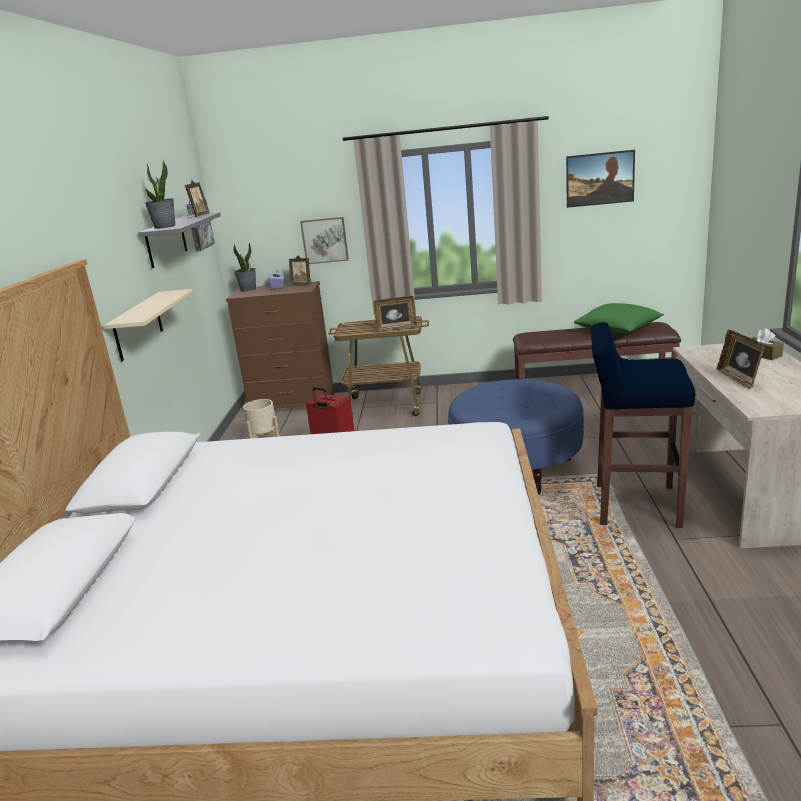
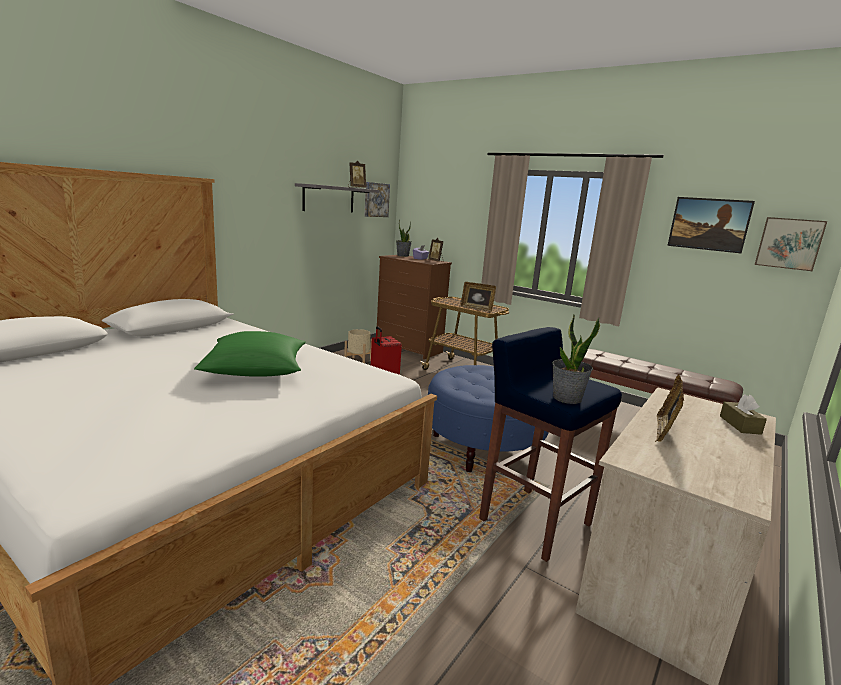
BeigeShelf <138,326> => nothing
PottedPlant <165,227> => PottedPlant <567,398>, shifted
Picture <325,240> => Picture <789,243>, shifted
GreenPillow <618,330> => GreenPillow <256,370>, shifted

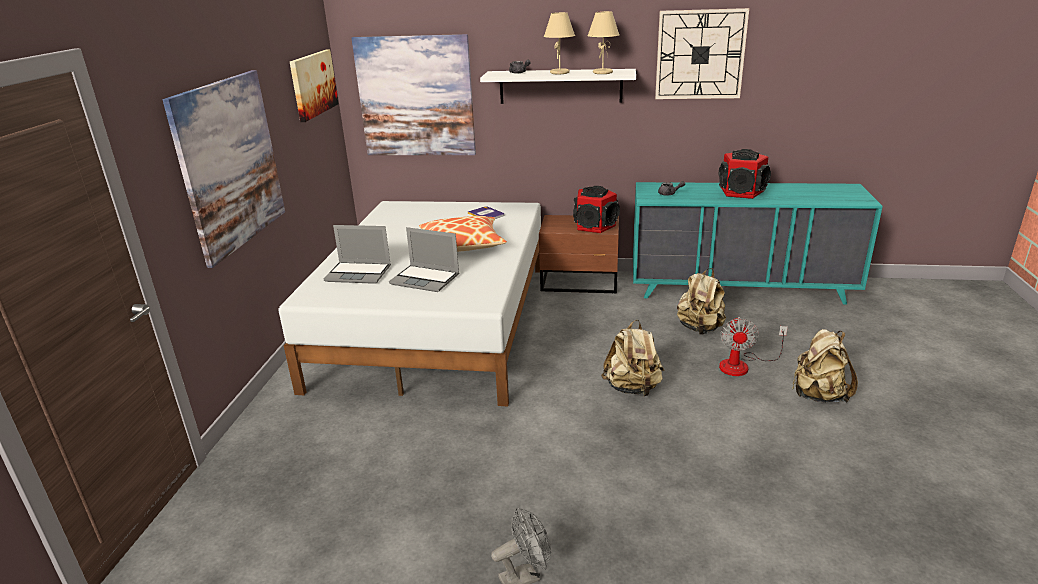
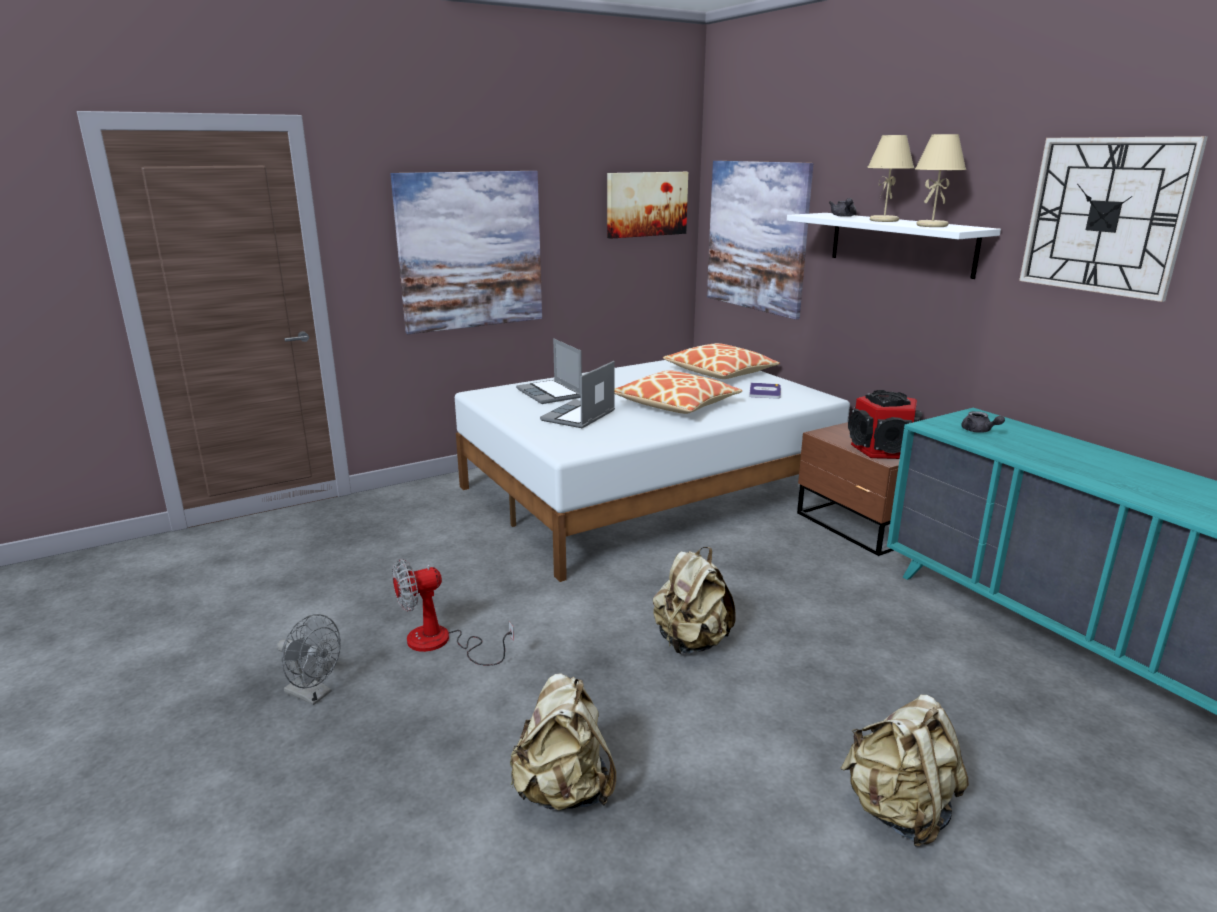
Laptop <426,279> => Laptop <579,416>, 45 degrees clockwise
BeigeBackpack <700,328> => BeigeBackpack <563,791>, shifted
Speaker <742,192> => nothing
Fan <742,365> => Fan <441,643>, shifted
nothing => Pillow <720,373>

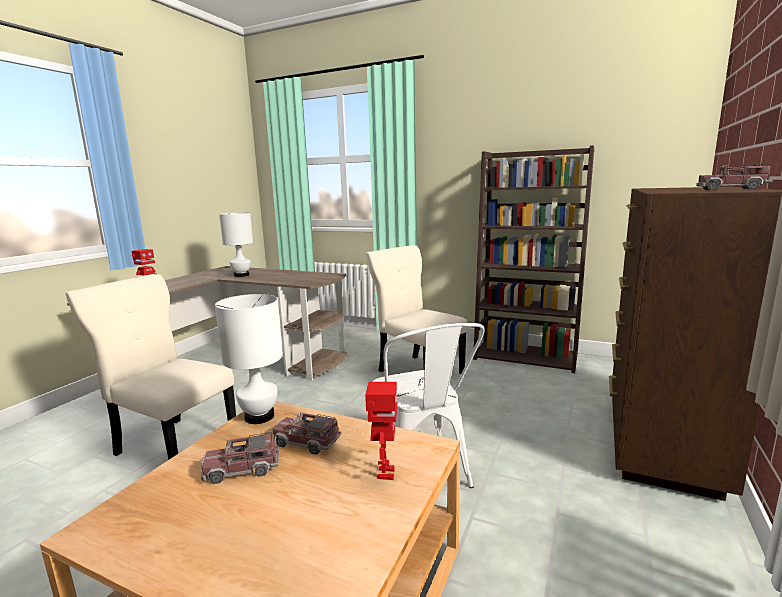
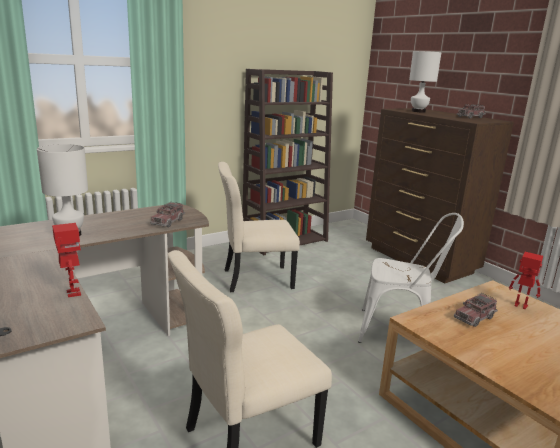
ToyTruck <242,469> => ToyTruck <168,221>, shifted
WhiteTableLamp <260,416> => WhiteTableLamp <418,111>, shifted

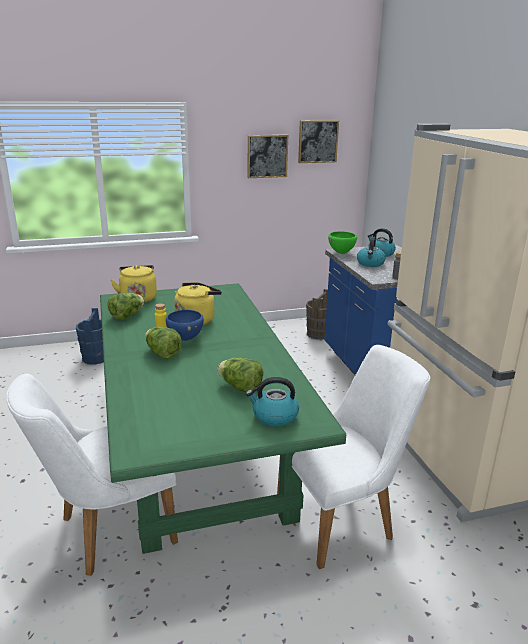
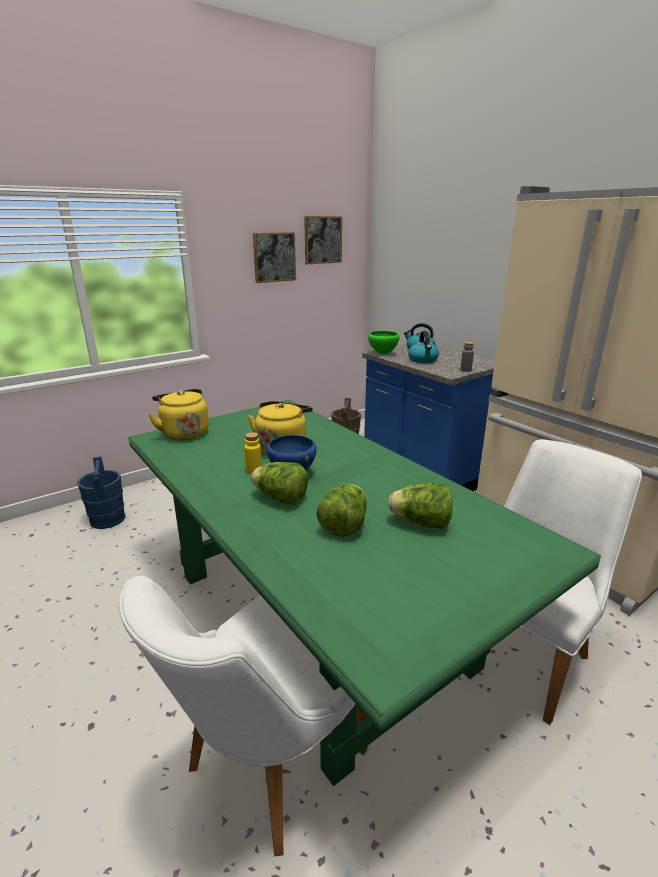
Lettuce <127,316> => Lettuce <344,525>, shifted
Kettle <274,416> => nothing

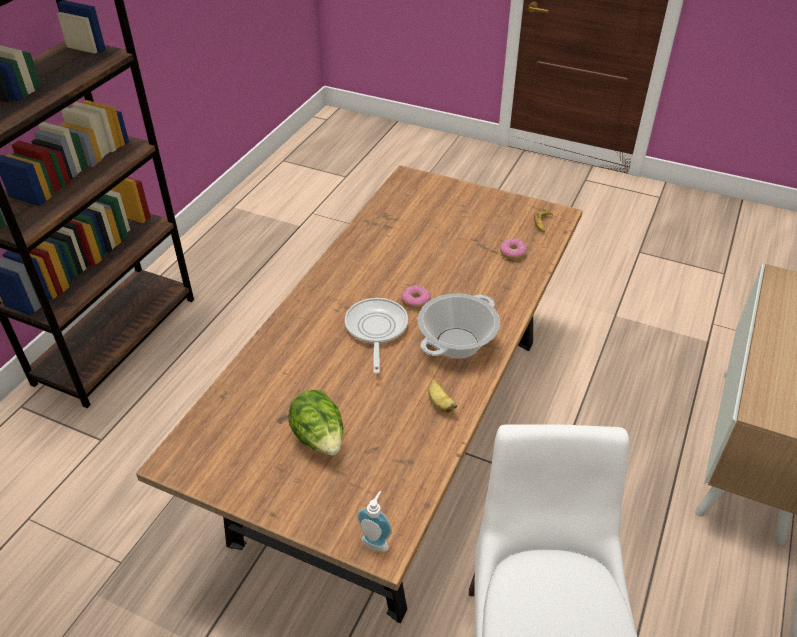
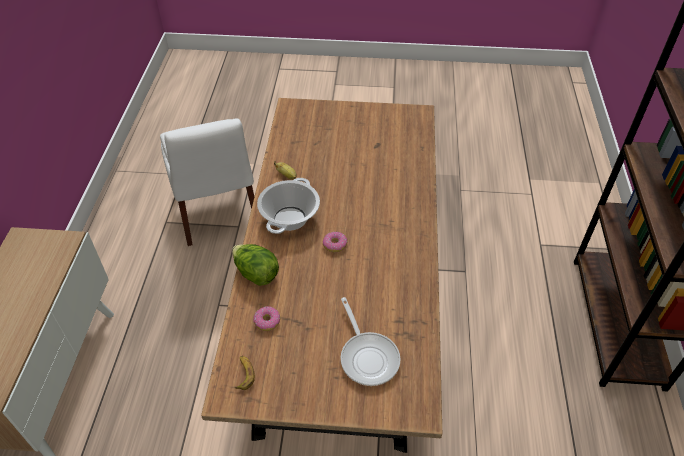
Lettuce <319,439> => Lettuce <256,274>, shifted
FryingPan <376,330> => FryingPan <368,357>, shifted
SoapDispenser <376,541> => nothing

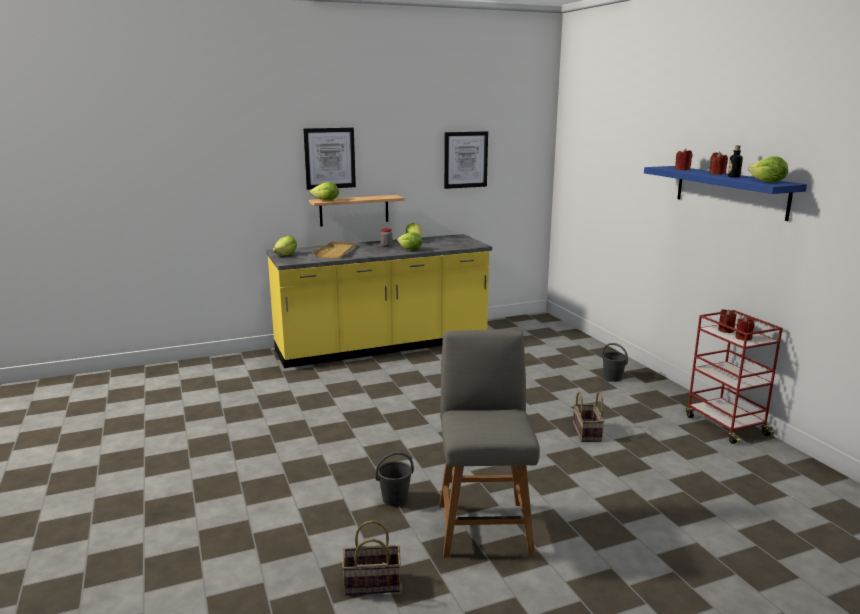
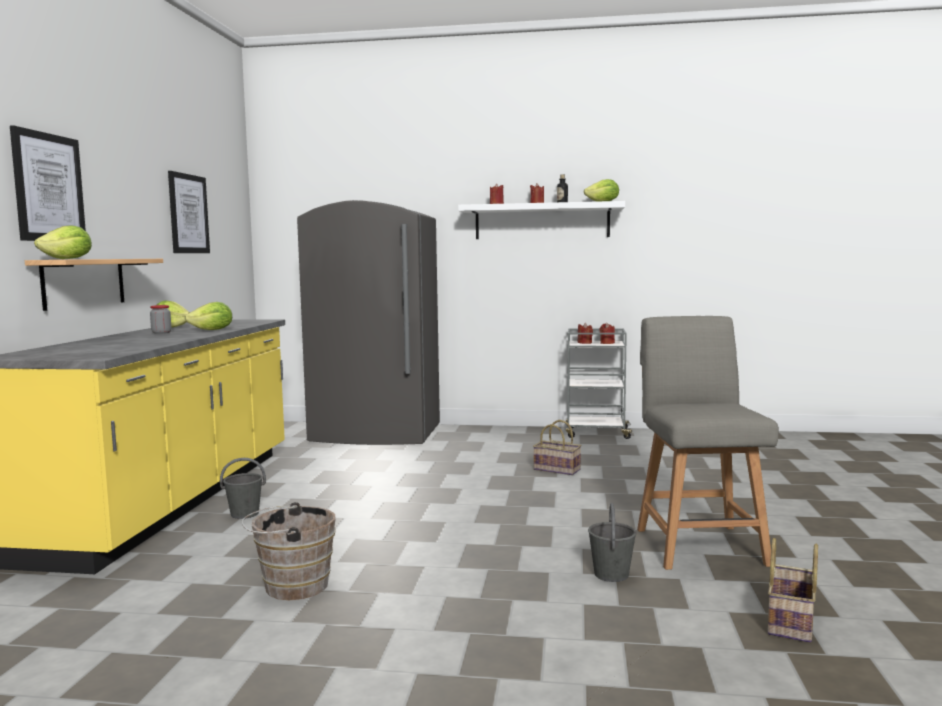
Lettuce <286,255> => nothing
BeigeTray <336,252> => nothing
GreyChair <483,525> => GreyChair <698,544>, 60 degrees clockwise
GreyBucket <612,378> => GreyBucket <244,514>, shifted
BlueShelf <730,191> => WhiteShelf <542,221>
RedCart <725,425> => GreyCart <596,433>
nothing => BrownBucket <291,586>
nothing => GreyFridge <376,434>

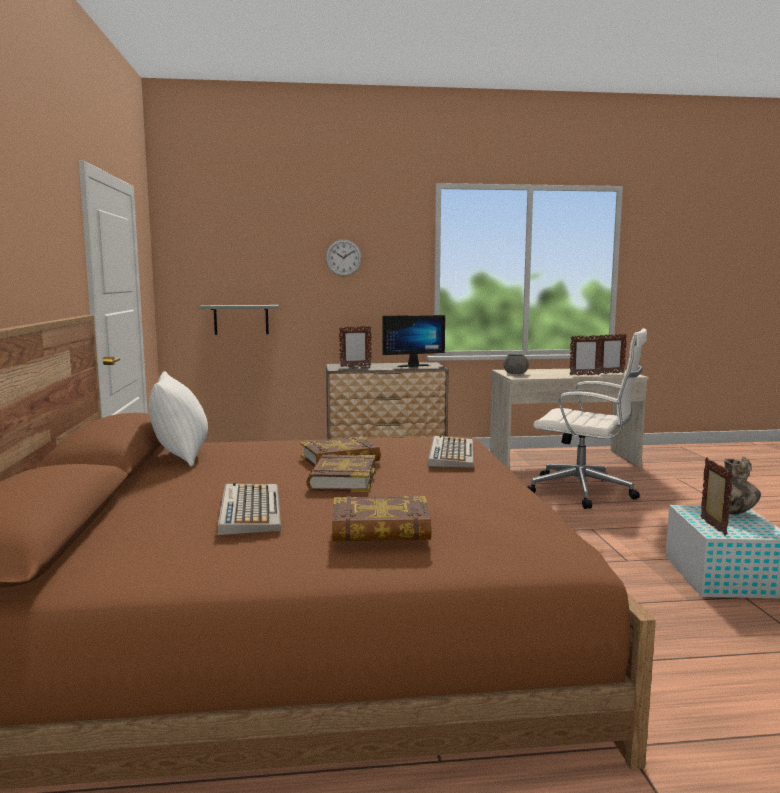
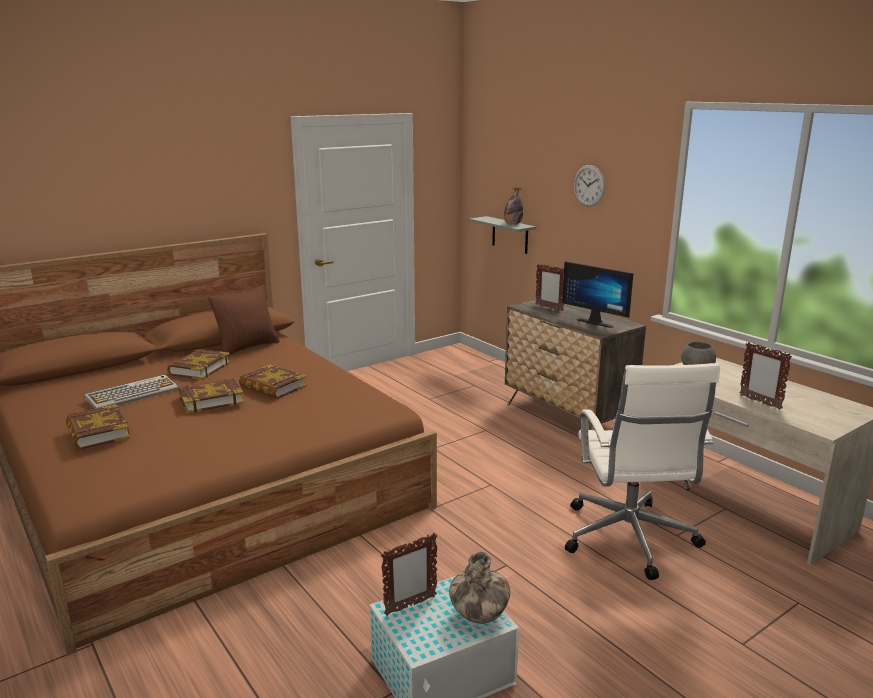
WhitePillow <181,456> => BrownPillow <247,347>
Keyboard <451,453> => nothing
PictureFrame <610,373> => nothing
nothing => Book <199,368>
nothing => Bottle <512,224>

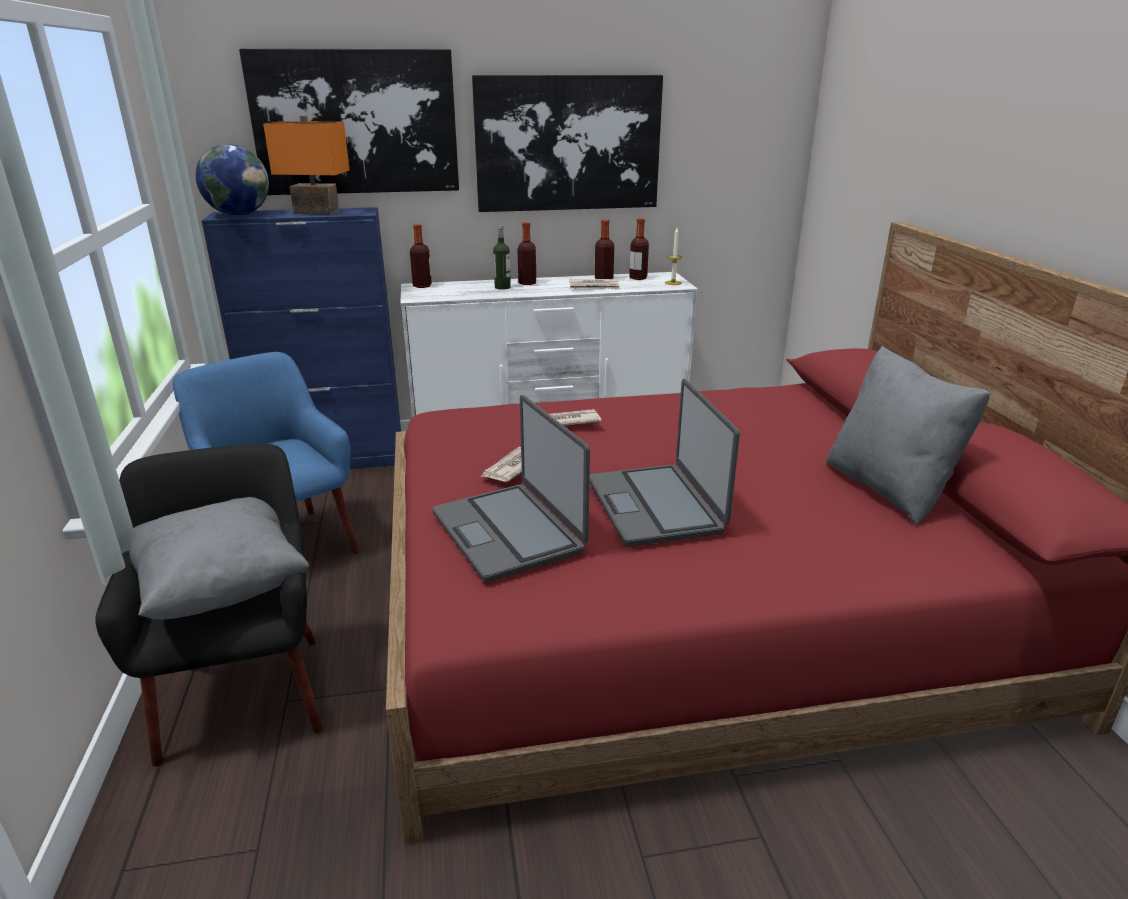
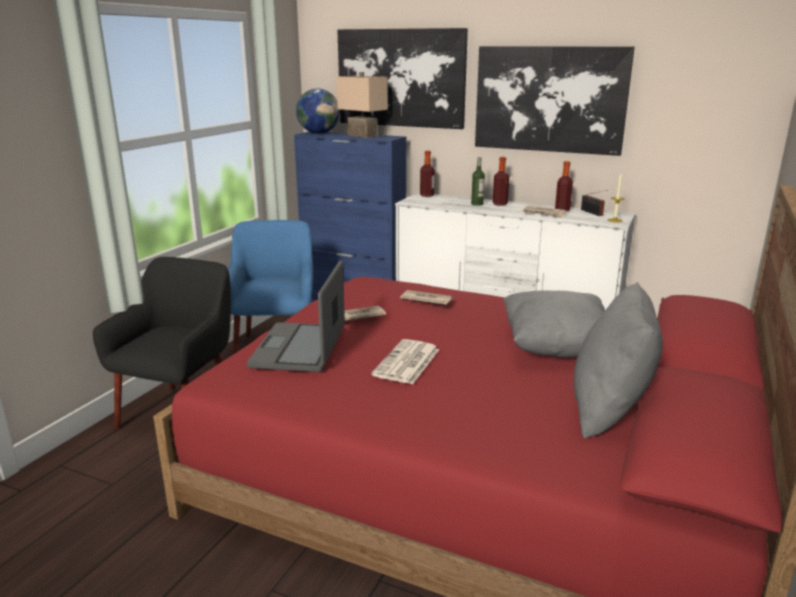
GreyPillow <223,587> => GreyPillow <557,348>, shifted
OrangeTableLamp <315,212> => BeigeTableLamp <361,136>
Laptop <656,506> => Newspaper <407,363>
Bottle <638,278> => Radio <592,213>

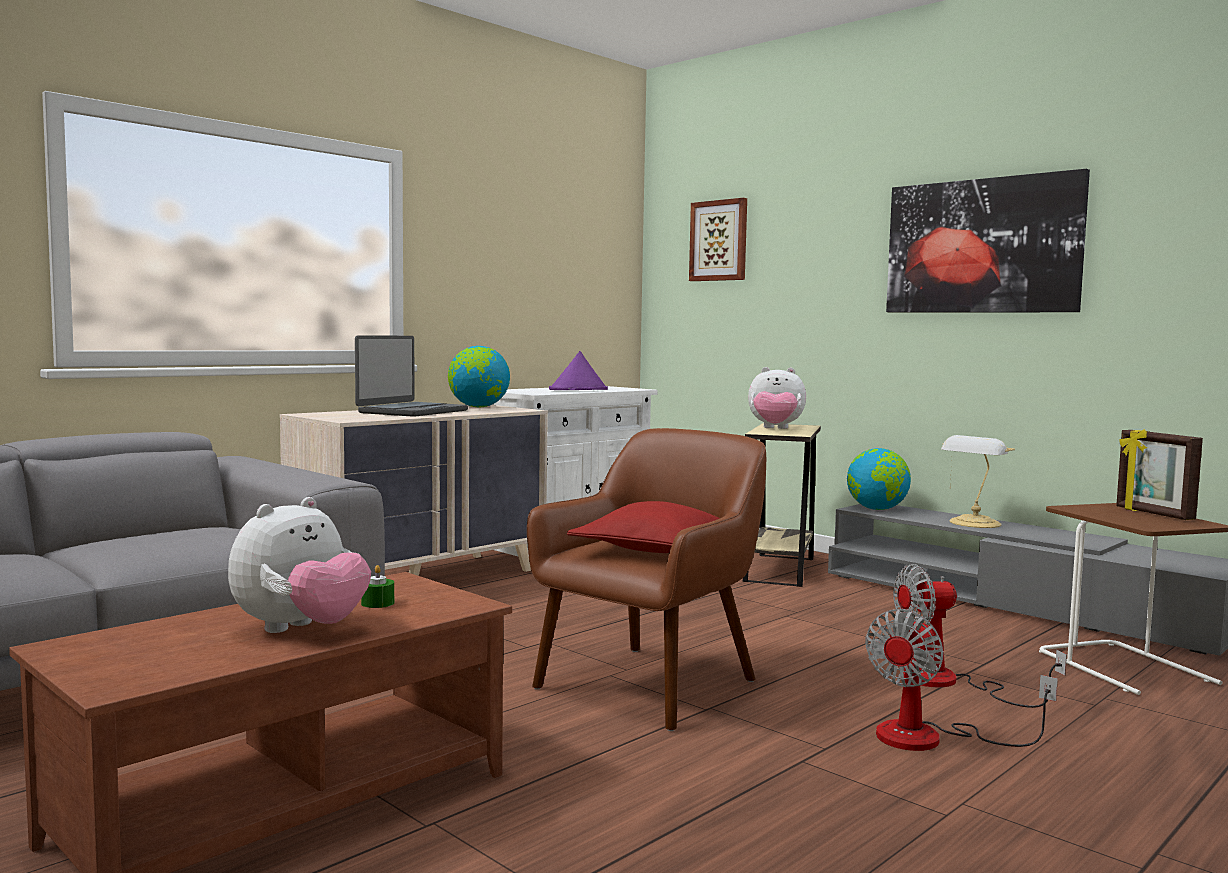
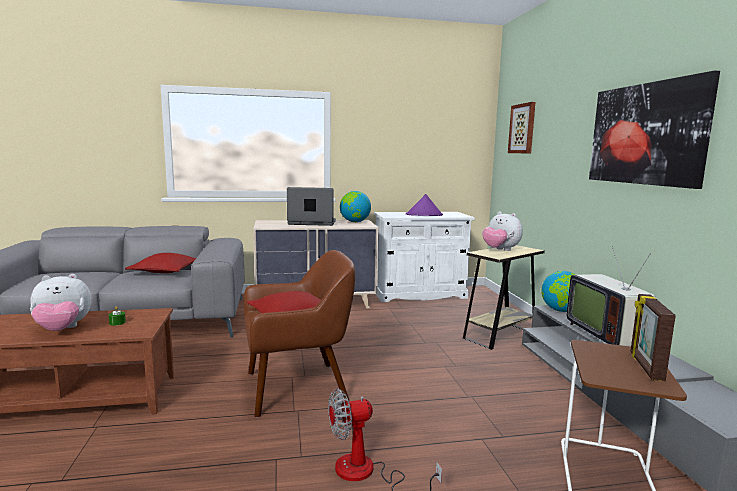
Laptop <412,411> => Laptop <312,223>, 150 degrees counterclockwise
Fan <949,683> => nothing
TableLamp <974,523> => Television <606,335>
nothing => RedPillow <165,271>

